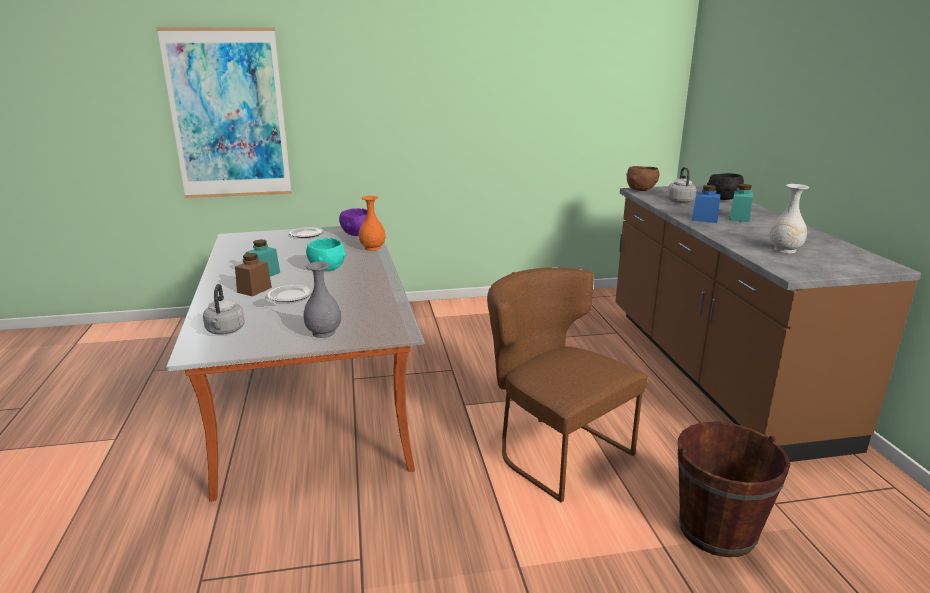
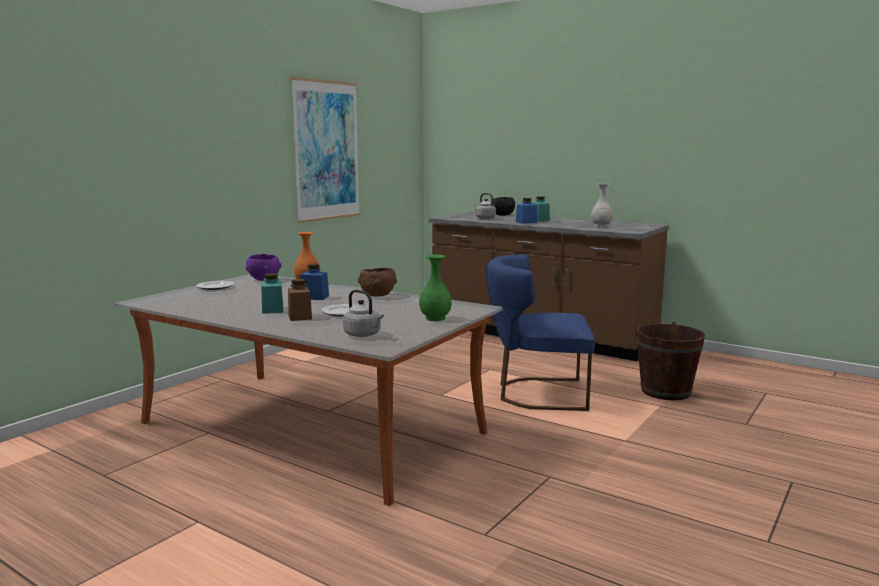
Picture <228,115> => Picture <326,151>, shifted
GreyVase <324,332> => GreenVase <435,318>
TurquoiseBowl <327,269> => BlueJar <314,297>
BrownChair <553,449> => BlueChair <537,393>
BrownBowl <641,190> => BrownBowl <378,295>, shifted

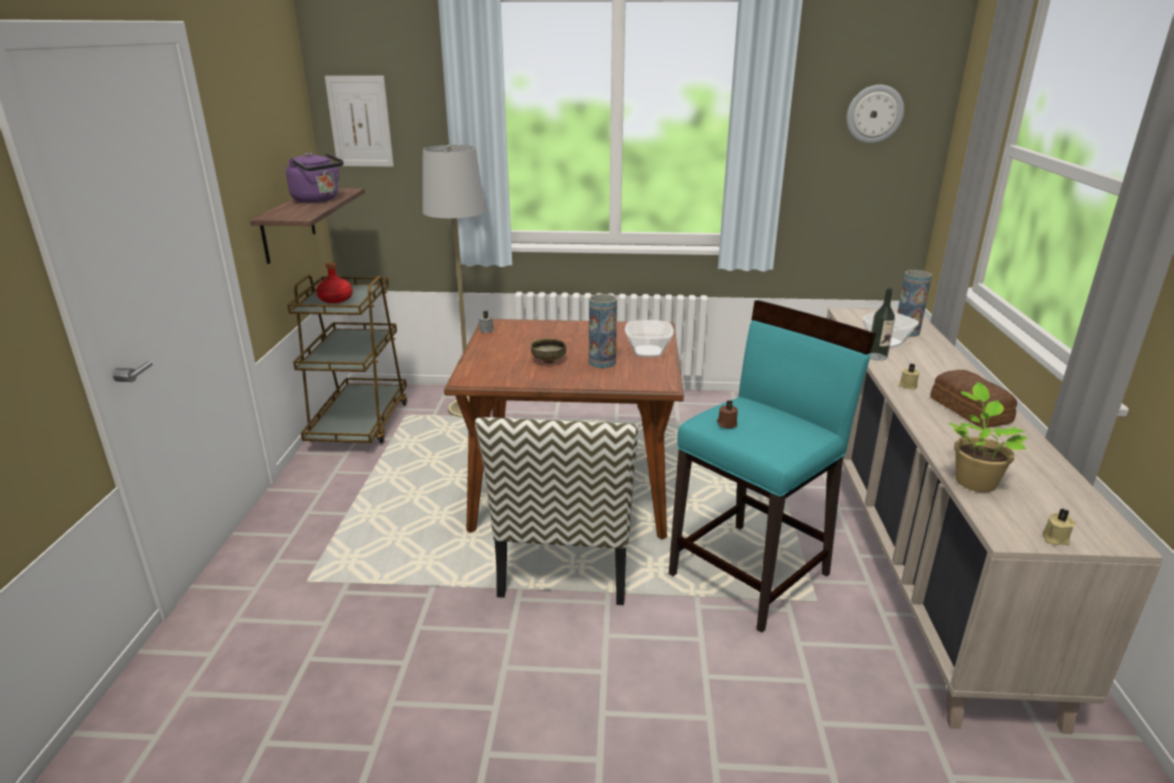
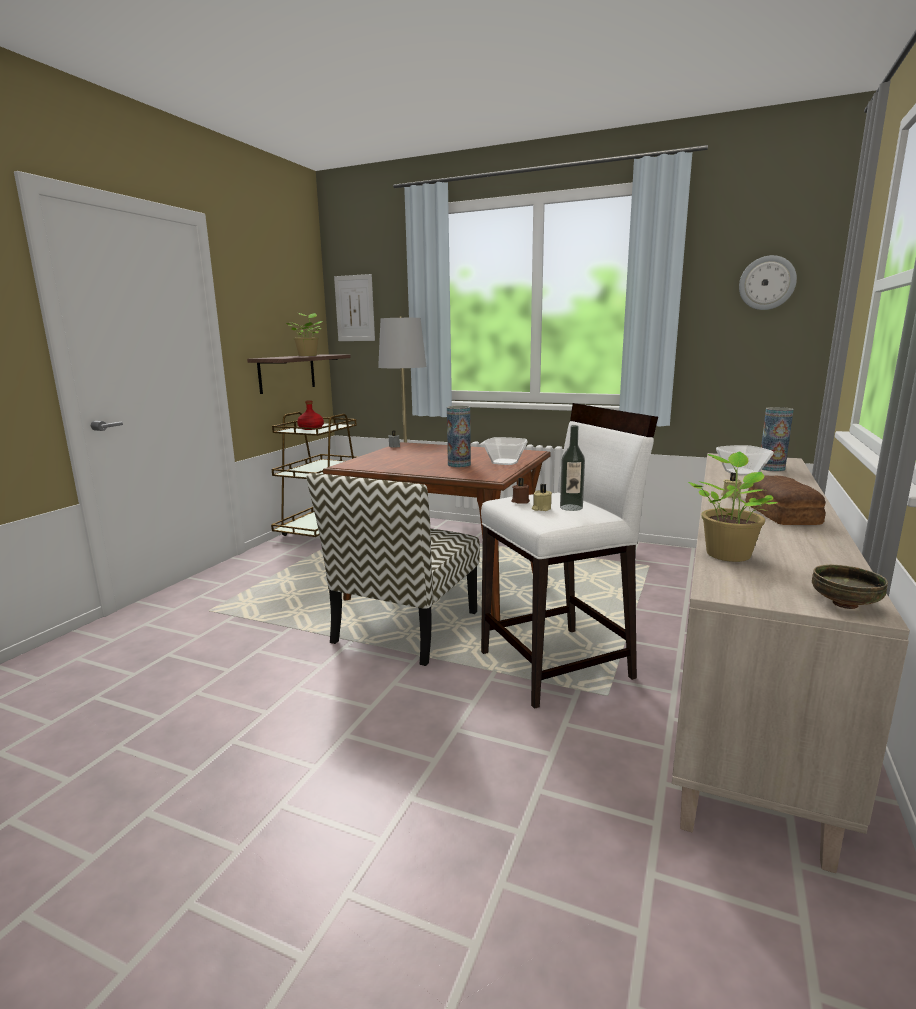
PurpleKettle <318,200> => PottedPlant <308,355>
Bowl <548,361> => Bowl <844,604>, shifted
TurquoiseStool <751,574> => WhiteStool <557,665>
Bottle <877,356> => Bottle <571,507>, shifted
BeigeCandle <1054,538> => BeigeCandle <541,508>, shifted

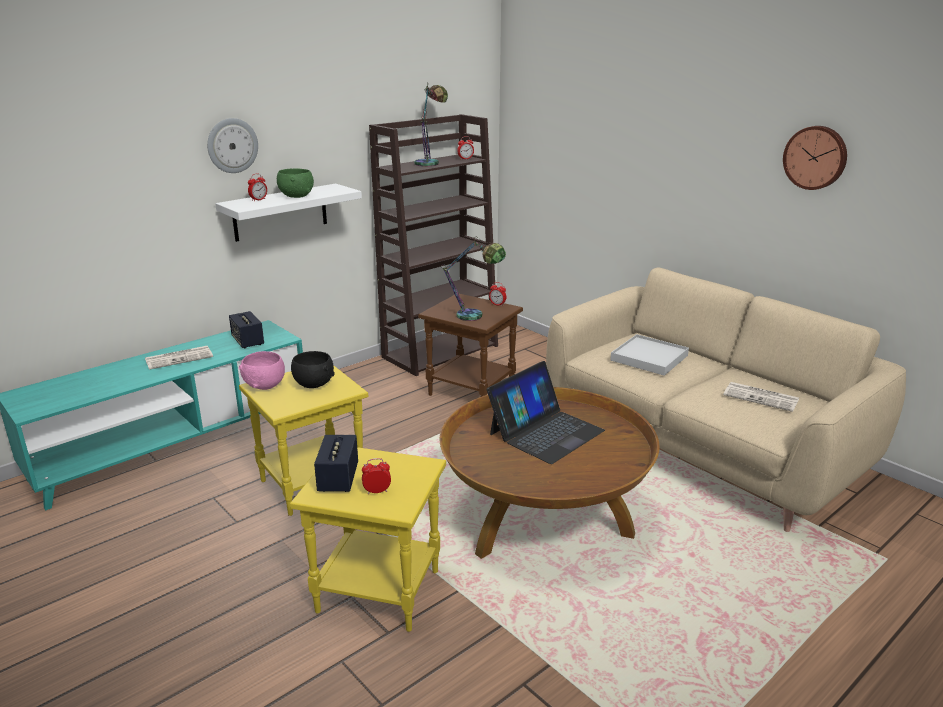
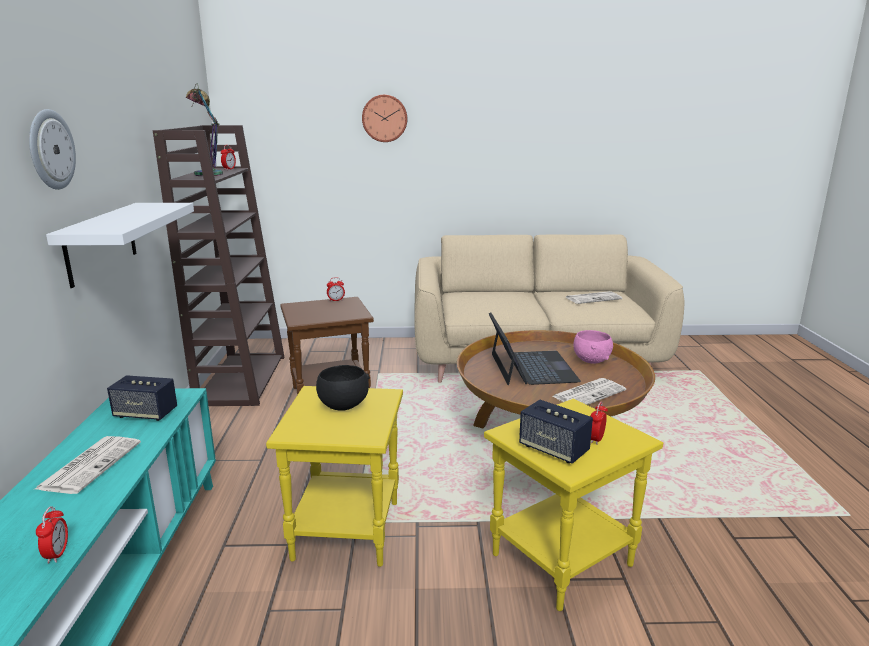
PinkBowl <265,385> => PinkBowl <591,360>, shifted
AlarmClock <258,200> => AlarmClock <57,554>, shifted
GreenBowl <296,196> => nothing
TableLamp <476,318> => nothing
WhiteTray <649,358> => nothing
WallClock <816,157> => WallClock <384,118>, shifted
nothing => Newspaper <589,393>

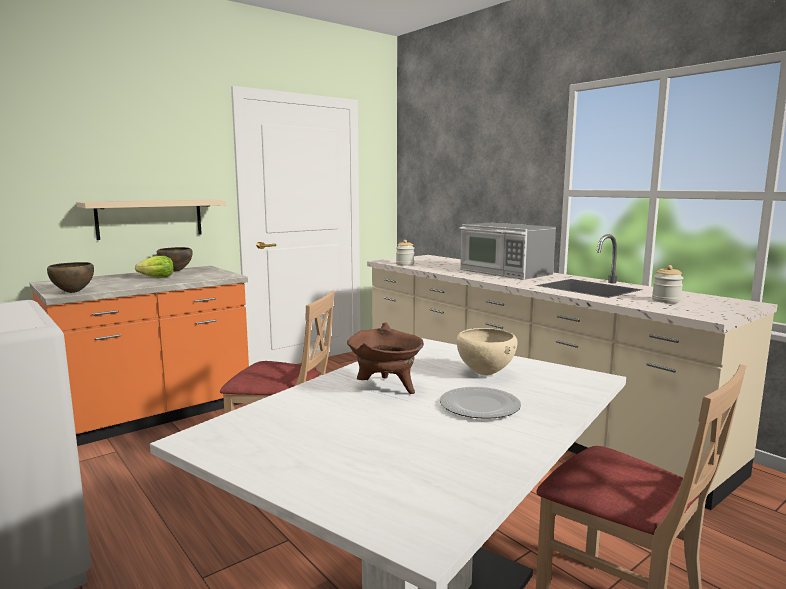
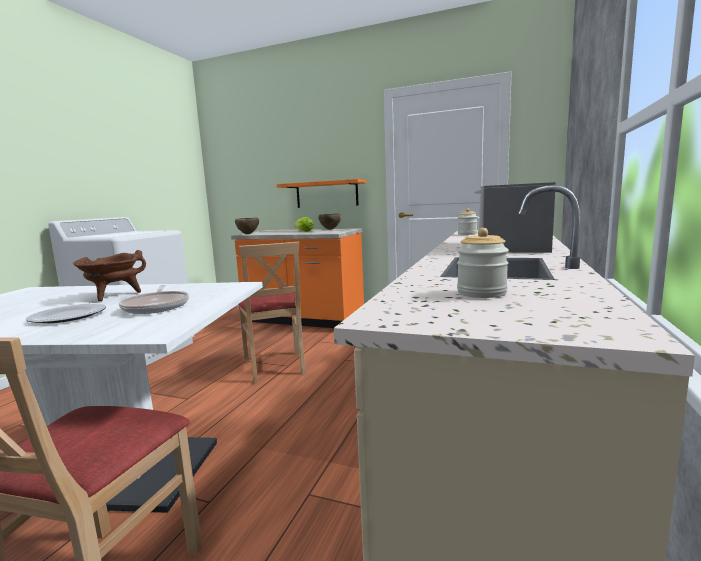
BeigeShelf <150,218> => OrangeShelf <326,194>
BeigeBowl <484,374> => FryingPan <157,306>

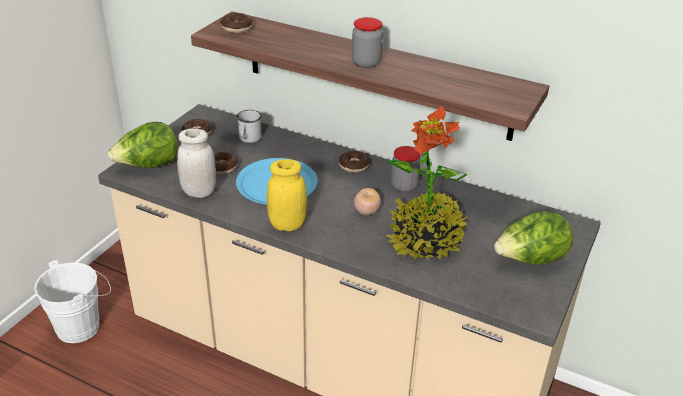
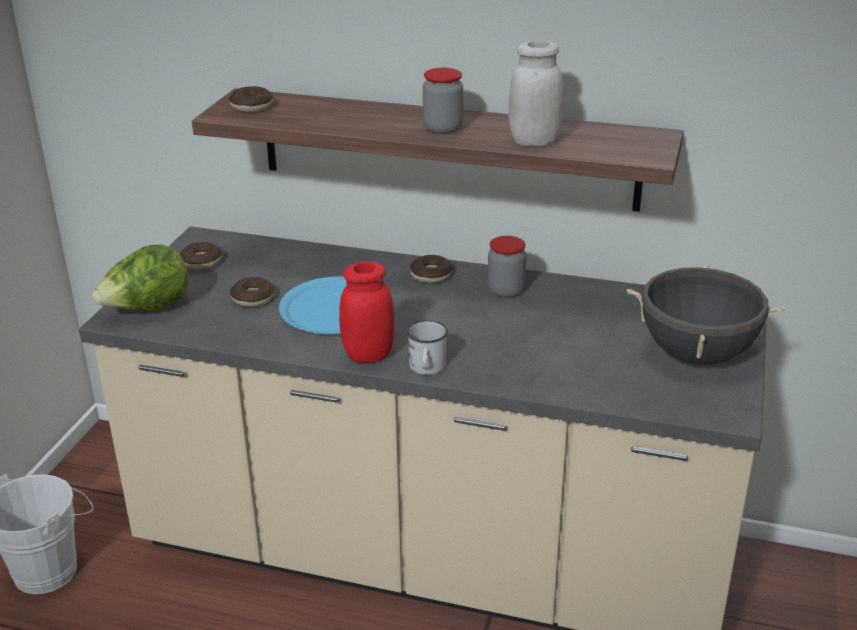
WhiteJar <199,192> => WhiteJar <534,142>, shifted
WhiteMug <249,139> => WhiteMug <427,368>, shifted
YellowJar <287,225> => RedJar <368,355>
Tomato <366,211> => nothing
PottedPlant <425,240> => nothing
Lettuce <530,260> => BlackCookingPot <697,355>

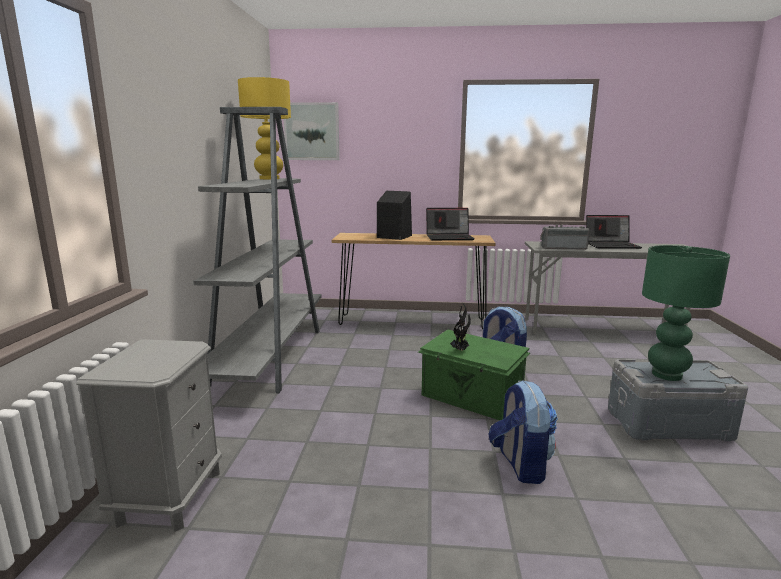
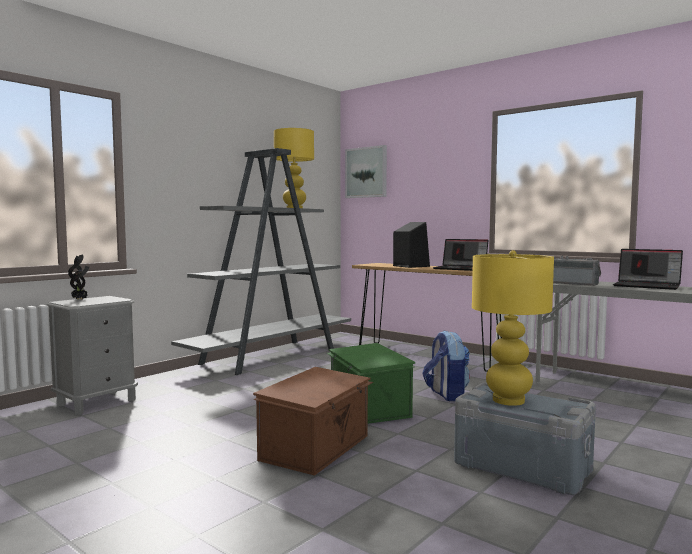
PottedPlant <460,350> => PottedPlant <80,300>, shifted
Backpack <520,465> => BrownStorageBox <317,447>
GreenTableLamp <667,375> => YellowTableLamp <508,400>

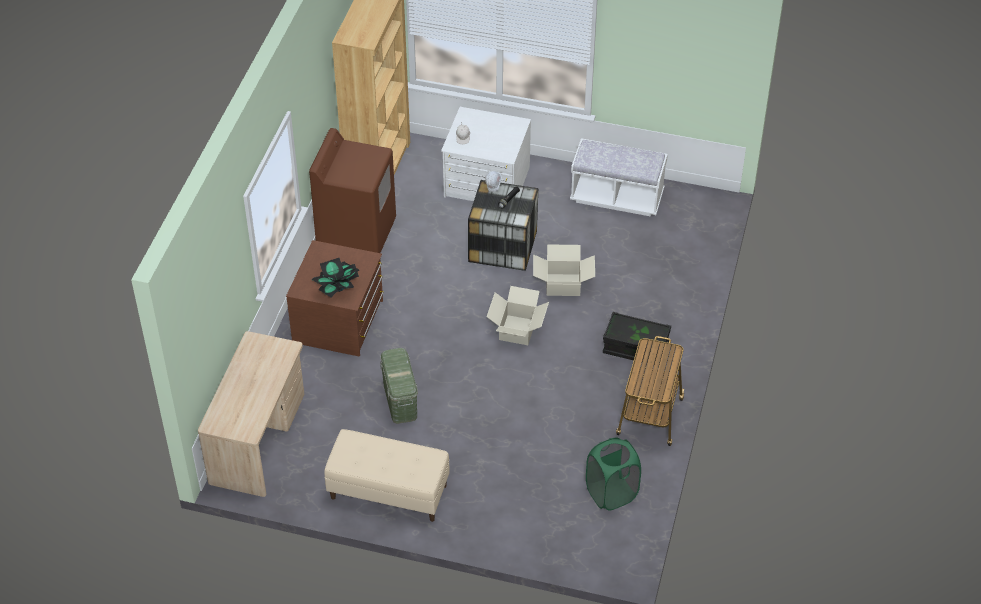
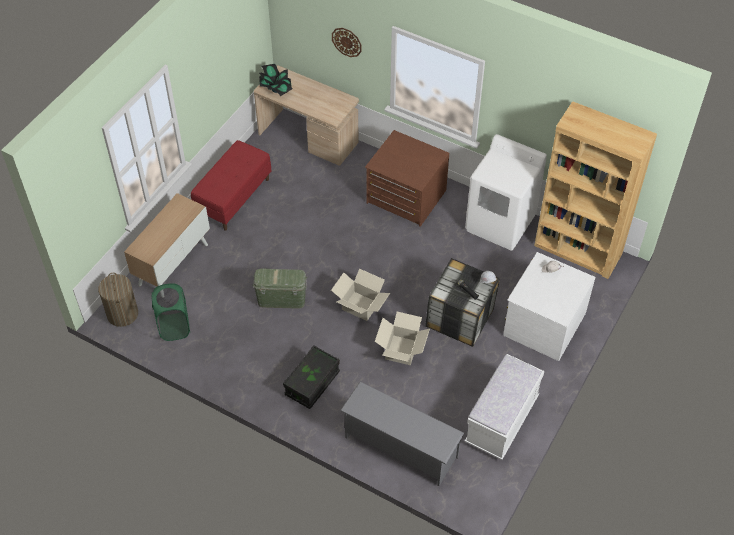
BrownWashingMachine <356,233> => WhiteWashingMachine <500,223>
PottedPlant <338,288> => PottedPlant <276,90>, shifted
BeigeBench <388,492> => RedBench <233,197>
GreenStorageBox <400,400> => GreenStorageBox <281,299>, shifted
Cart <649,418> => nothing
nothing => LaundryBasket <122,314>
nothing => Cabinet <173,264>
nothing => WallClock <346,42>
nothing => GreyShoeRack <400,447>

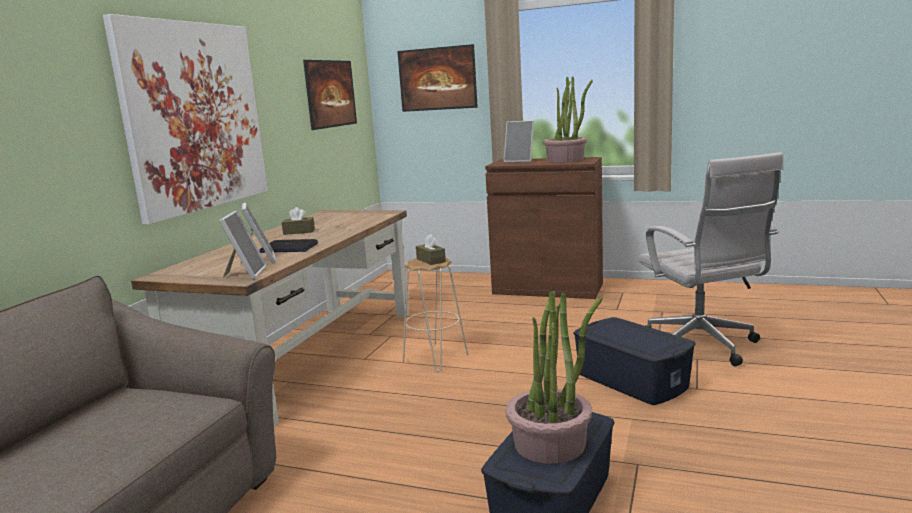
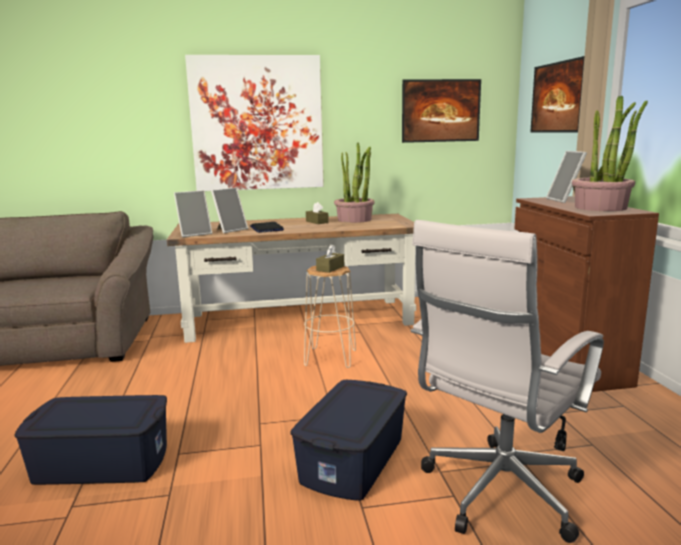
PottedPlant <550,444> => PottedPlant <355,220>, shifted

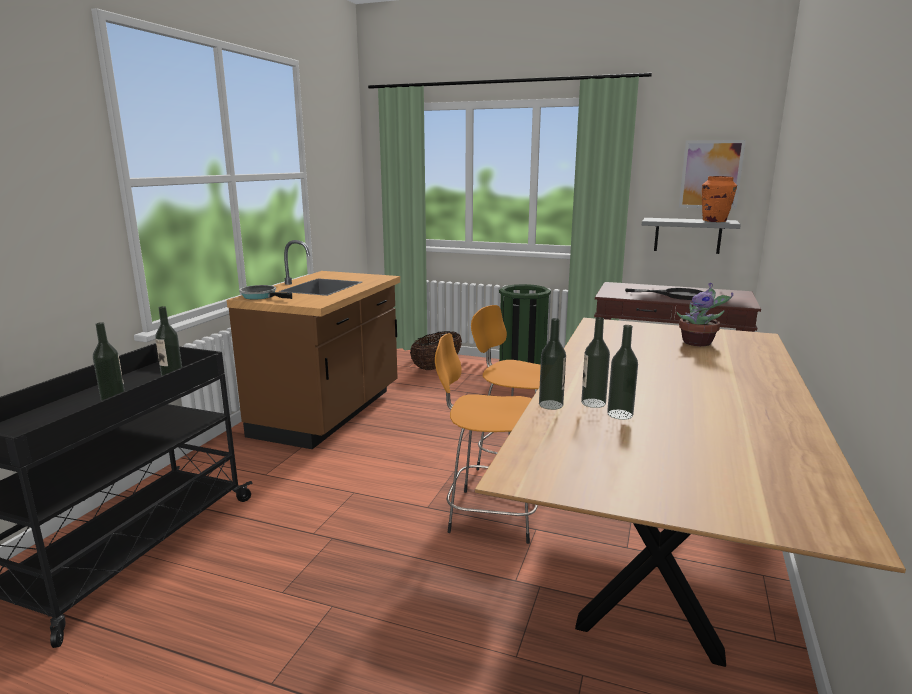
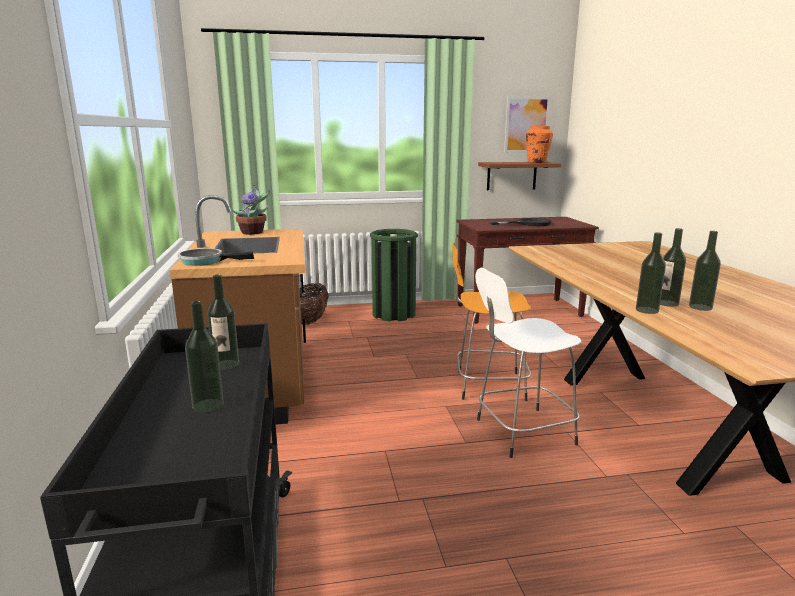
OrangeStool <490,515> => WhiteStool <521,432>
GreyShelf <687,235> => BrownShelf <511,176>
PottedPlant <698,343> => PottedPlant <254,233>, shifted

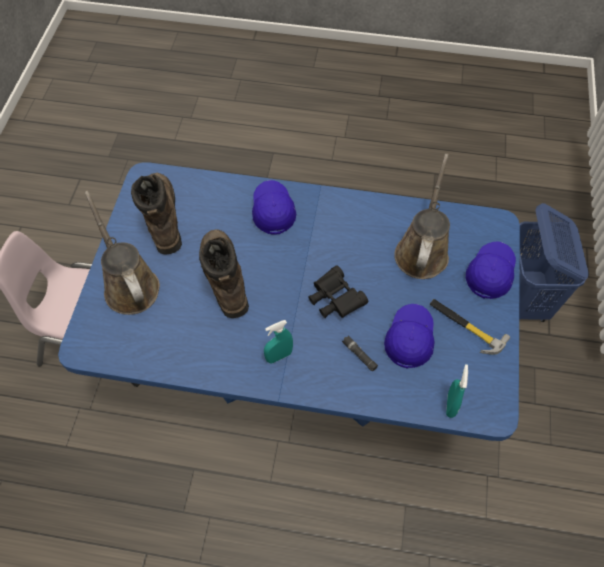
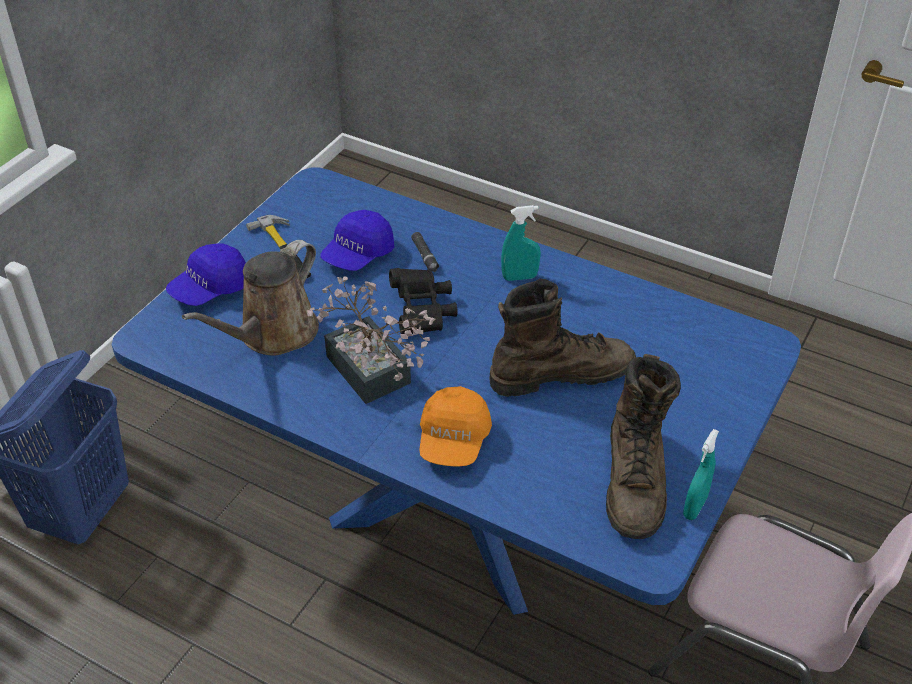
BrownWateringCan <129,285> => nothing
BrownBoot <223,277> => BrownBoot <561,374>, 105 degrees counterclockwise
BlueCap <273,211> => OrangeCap <453,441>
TurquoiseSprayBottle <451,405> => TurquoiseSprayBottle <695,507>, shifted
nothing => PottedPlant <372,377>

